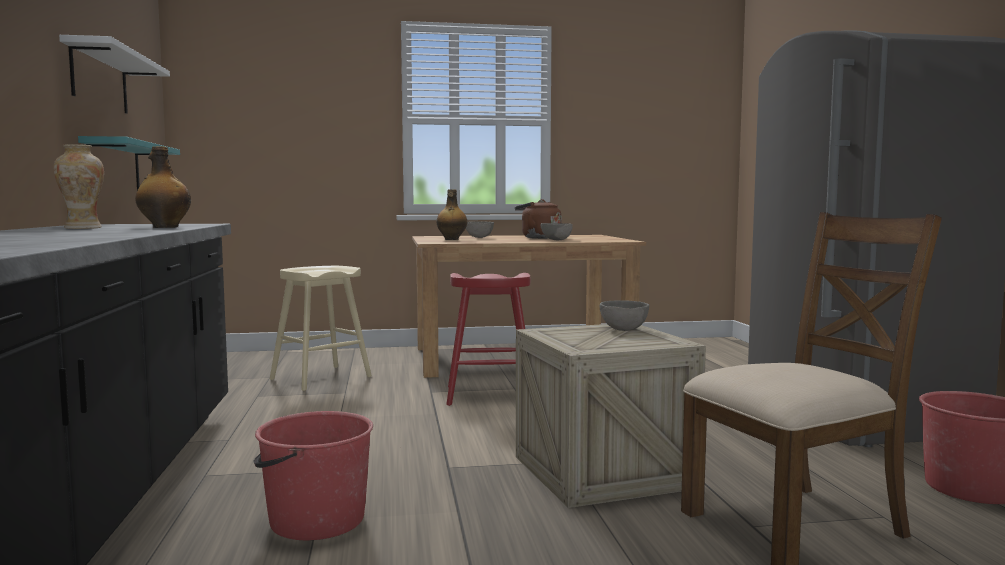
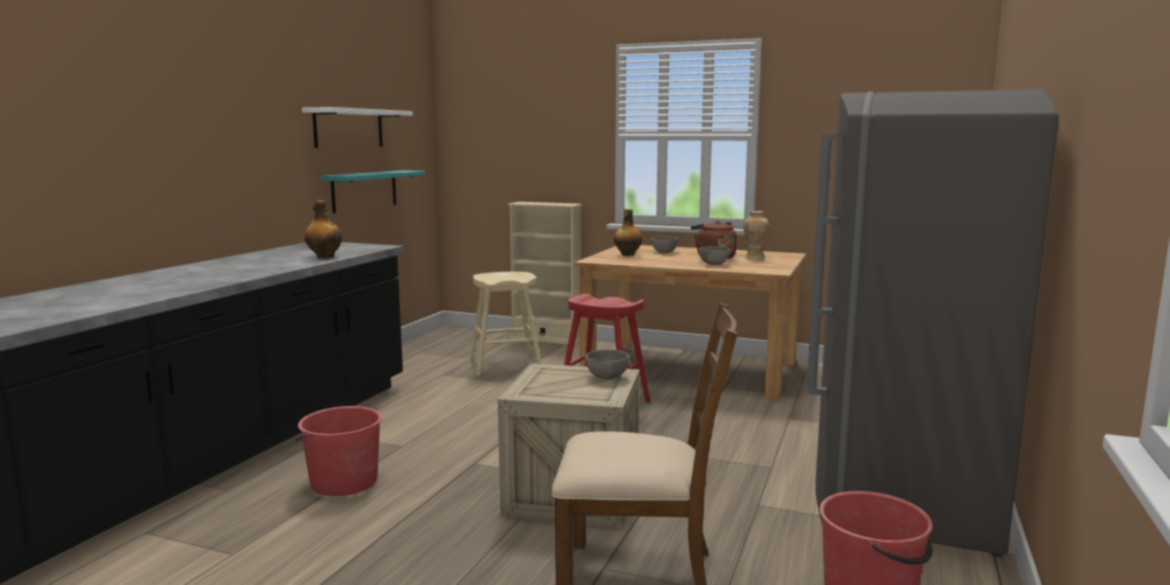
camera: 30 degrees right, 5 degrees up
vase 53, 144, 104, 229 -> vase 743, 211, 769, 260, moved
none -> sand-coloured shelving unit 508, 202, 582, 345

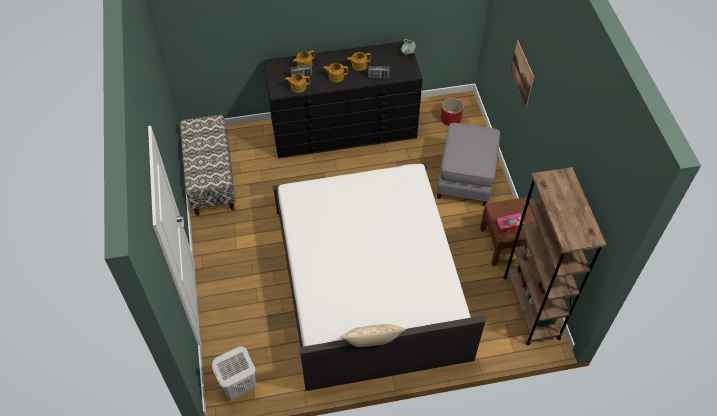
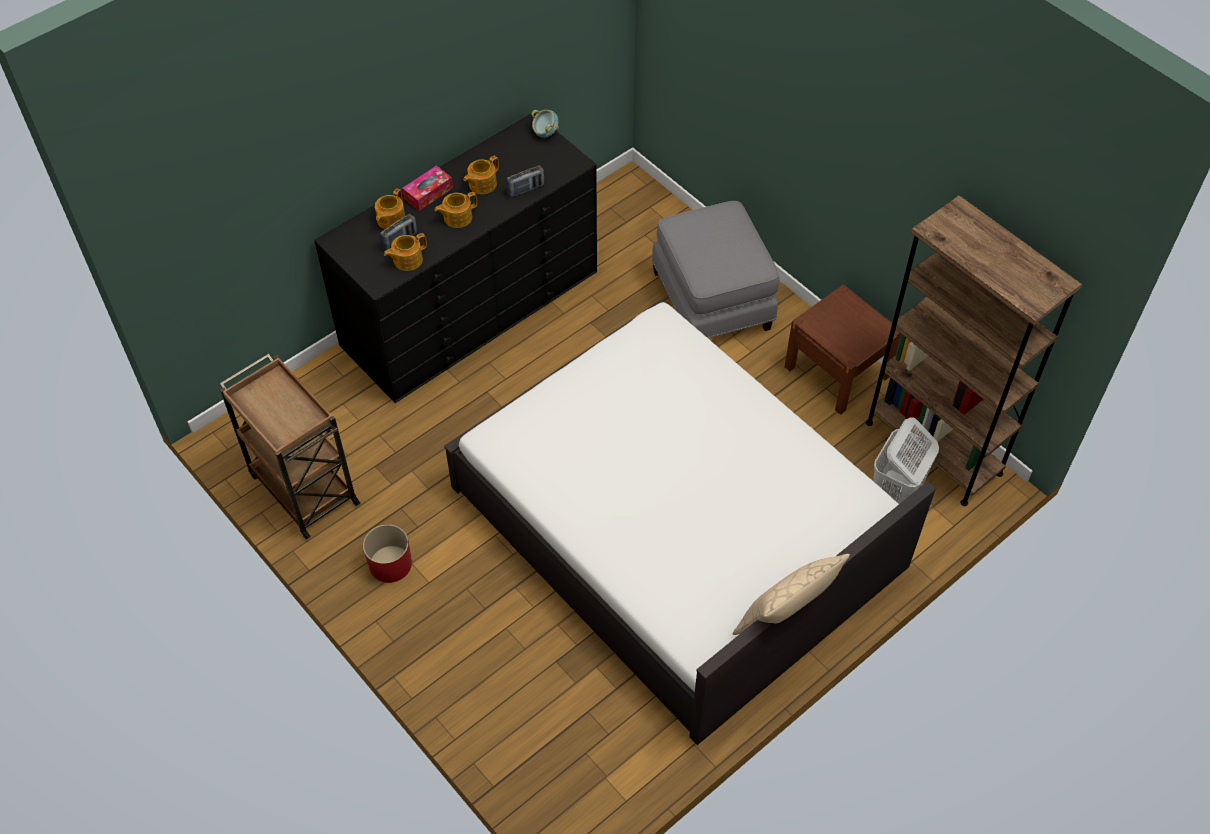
camera: 30 degrees left, 0 degrees up
indoor bench 180, 115, 236, 216 -> brownish cart 220, 354, 361, 539
white washing basket 212, 346, 256, 400 -> white washing basket 873, 418, 939, 504, moved
red plant pot 441, 98, 464, 126 -> red plant pot 363, 524, 412, 583, moved
tissue box 495, 213, 526, 234 -> tissue box 402, 165, 453, 211, moved
wall picture 511, 40, 534, 107 -> none

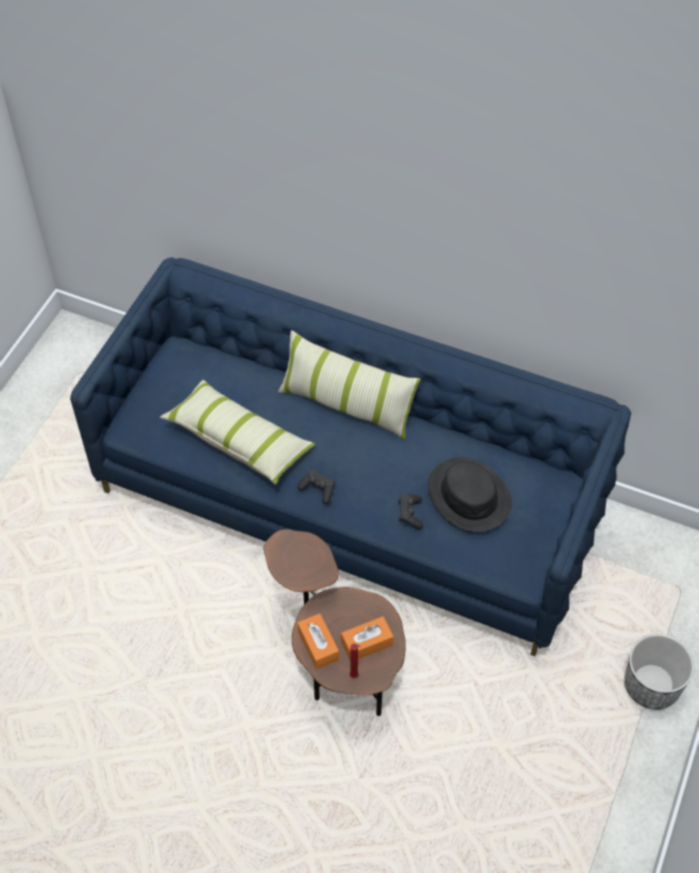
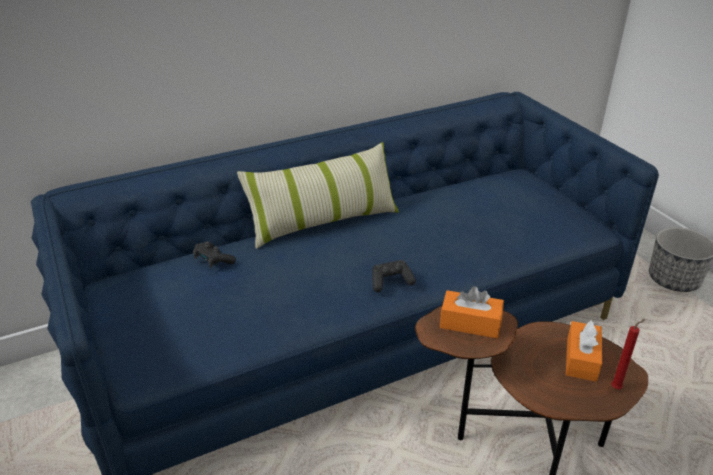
camera: 50 degrees left, 20 degrees down
pillow 160, 380, 315, 485 -> none
orange-coloured tissue box 298, 613, 339, 669 -> orange-coloured tissue box 440, 286, 504, 338, moved
black-coloured gamepad 398, 494, 423, 529 -> black-coloured gamepad 193, 241, 236, 268, moved
black-coloured clothing hat 428, 457, 512, 532 -> none

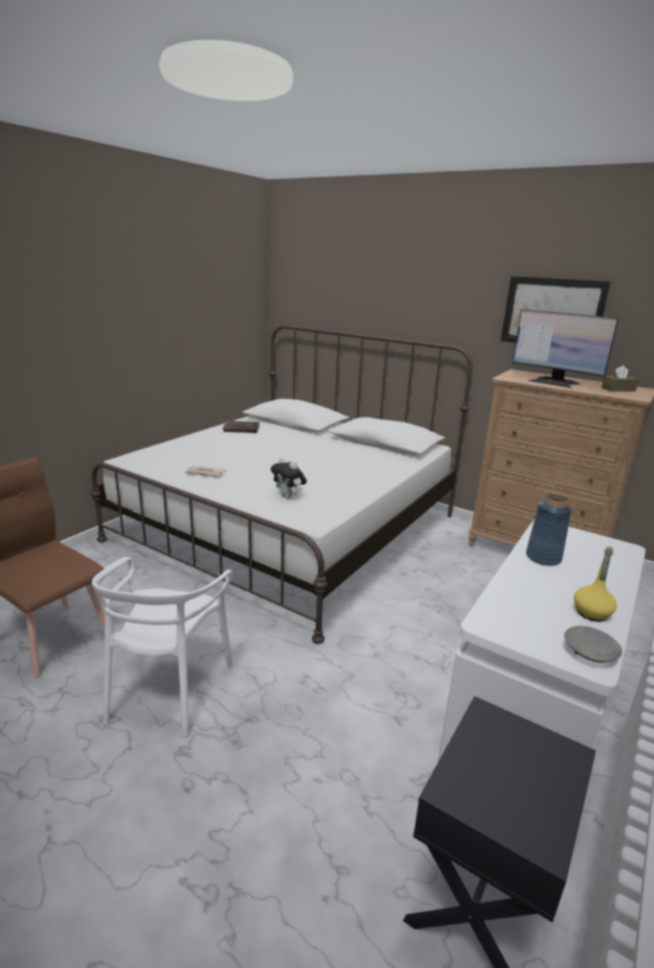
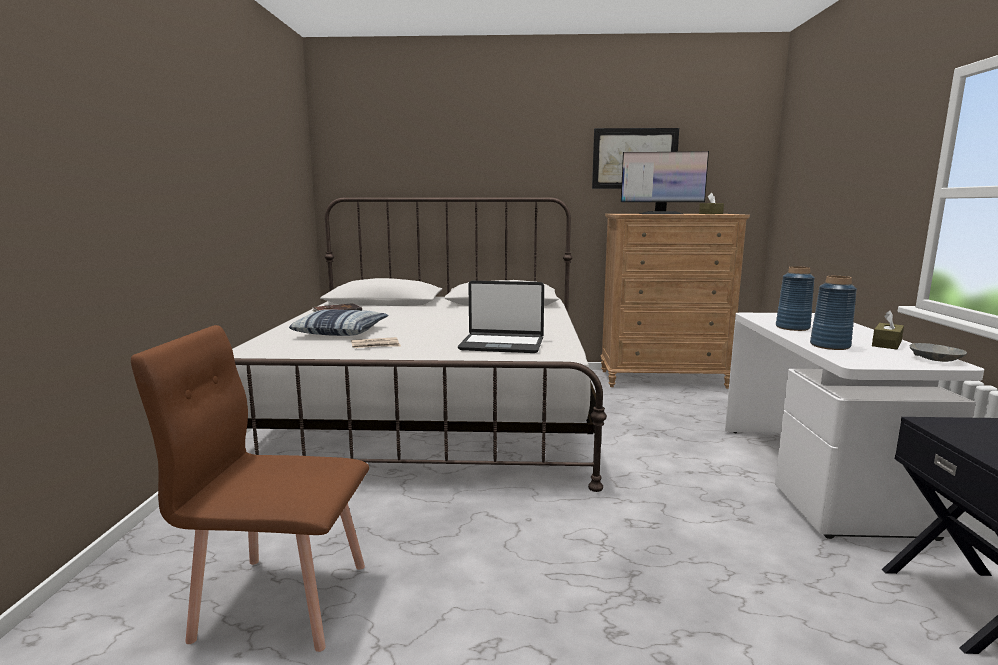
camera: 30 degrees left, 10 degrees down
white plain chair 92, 557, 233, 738 -> none
soft toy 271, 457, 307, 499 -> notebook computer 458, 281, 544, 353
yellow-coloured drink bottle 574, 547, 617, 622 -> brownish tissue box 872, 310, 904, 350
none -> pillow 289, 309, 388, 336
none -> bluish vase 810, 276, 857, 350

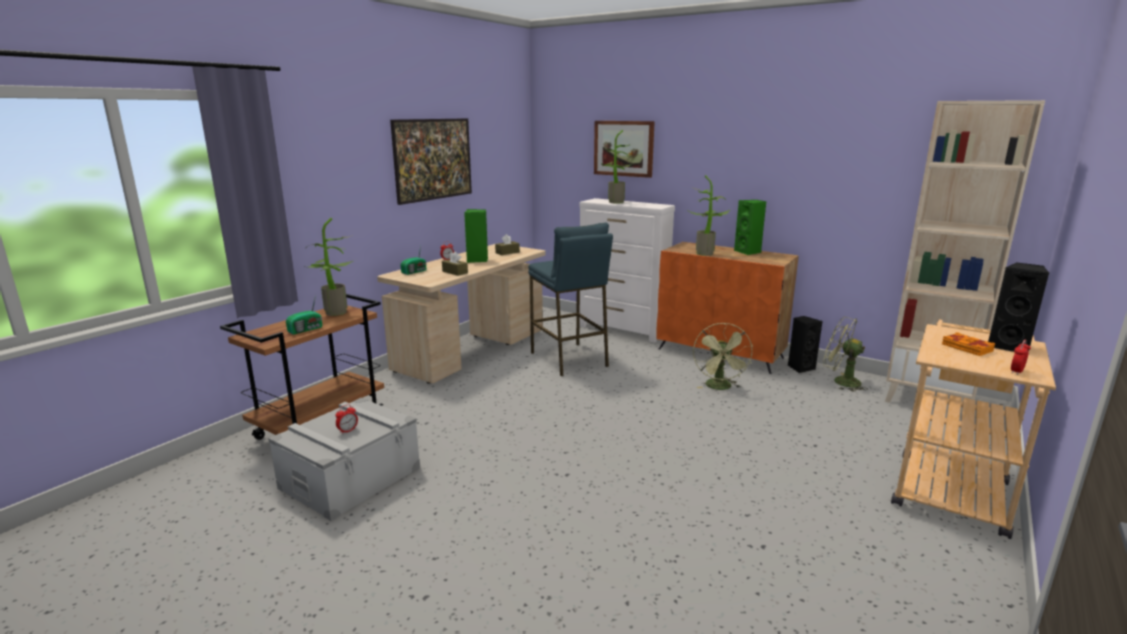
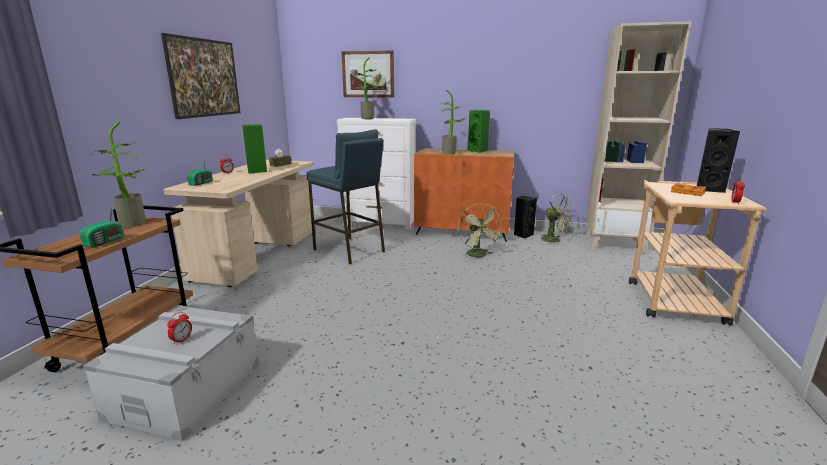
camera: 20 degrees left, 0 degrees up
brownish tissue box 442, 252, 468, 276 -> none
green cooling fan 823, 317, 868, 391 -> green cooling fan 539, 193, 575, 245, 150 degrees counterclockwise

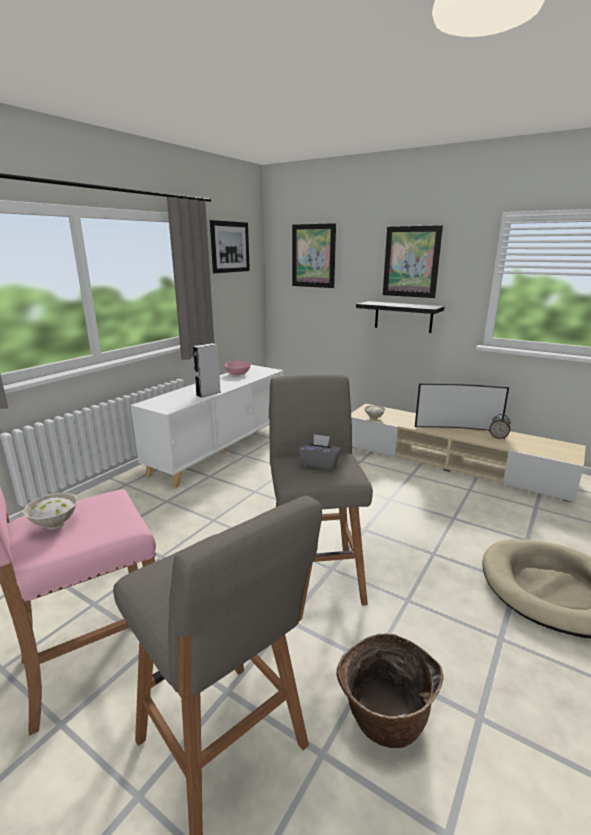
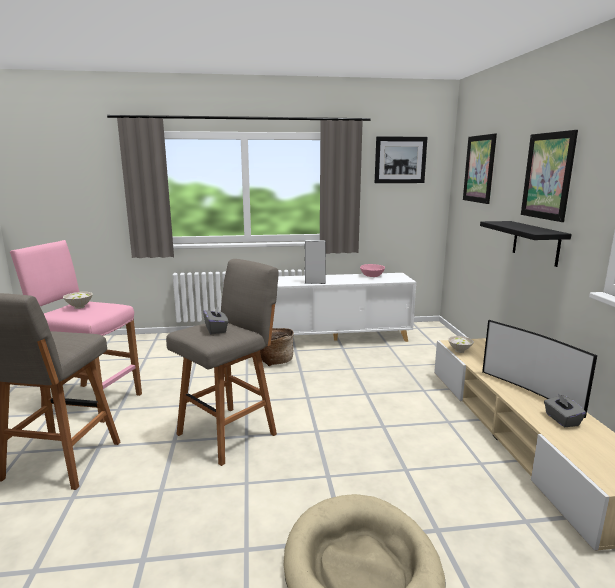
camera: 50 degrees right, 5 degrees down
household basket 336, 634, 444, 748 -> household basket 260, 328, 294, 366, moved
bedside clock 490, 414, 511, 439 -> greyish tissue box 544, 393, 586, 427

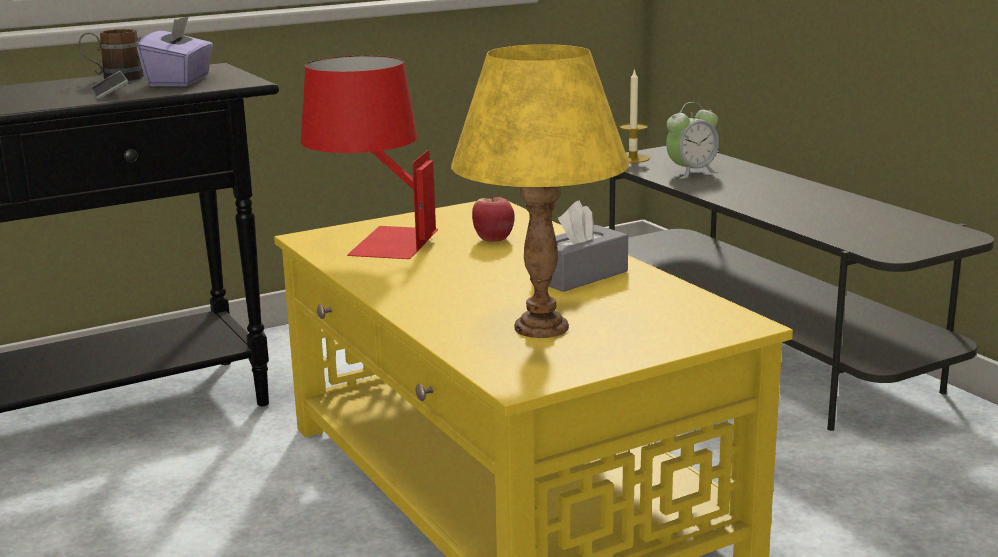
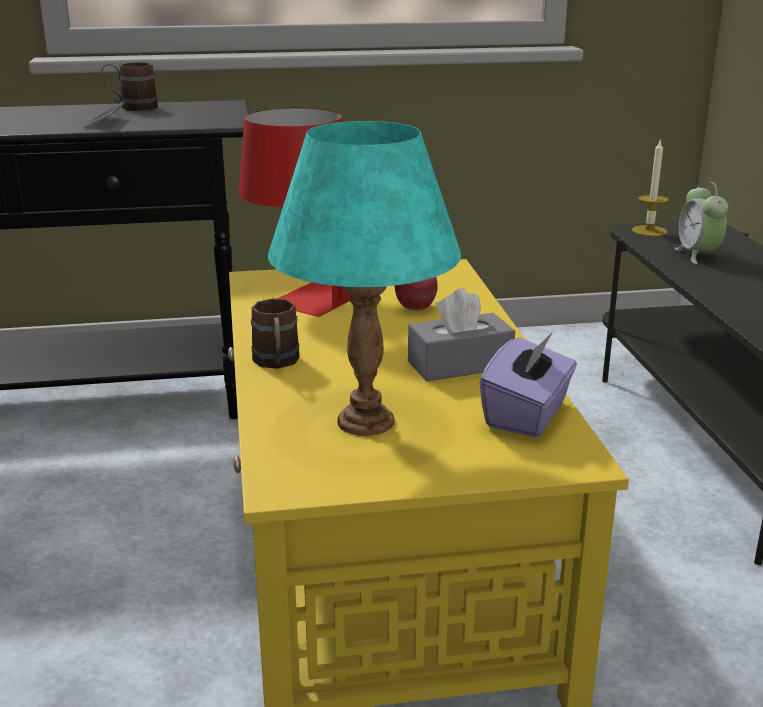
camera: 20 degrees right, 5 degrees up
purplish tissue box 137, 16, 213, 86 -> purplish tissue box 480, 332, 577, 437, moved
yellow-coloured lamp for a table 451, 44, 629, 338 -> turquoise lamp for a table 268, 121, 461, 436
bedside clock 666, 102, 719, 179 -> bedside clock 674, 182, 729, 264, 90 degrees clockwise
none -> brownish mug 251, 298, 300, 369

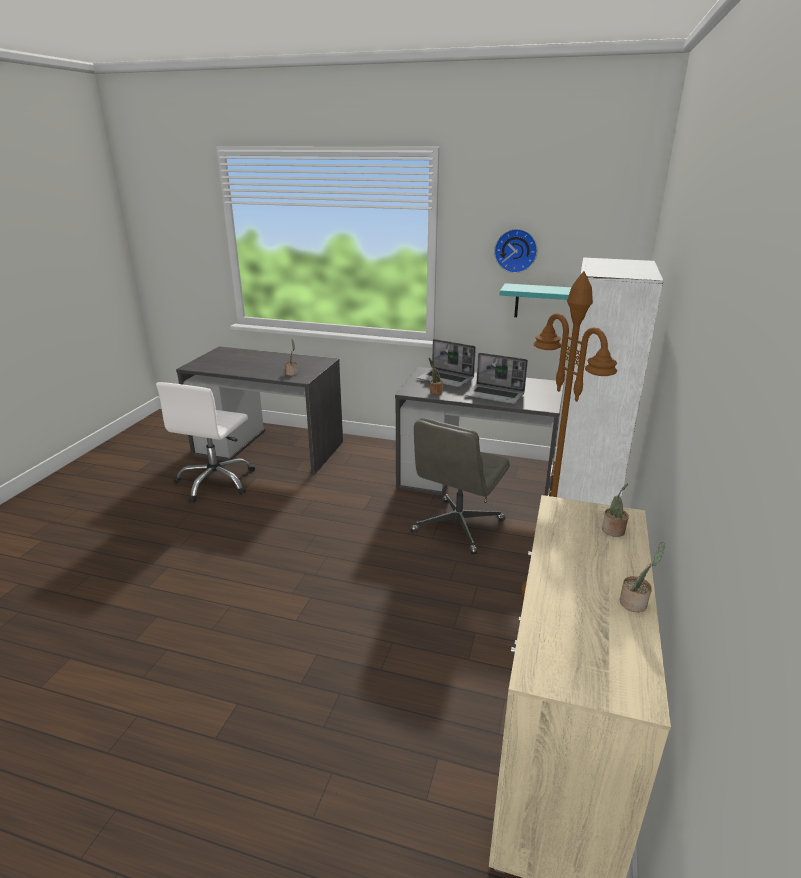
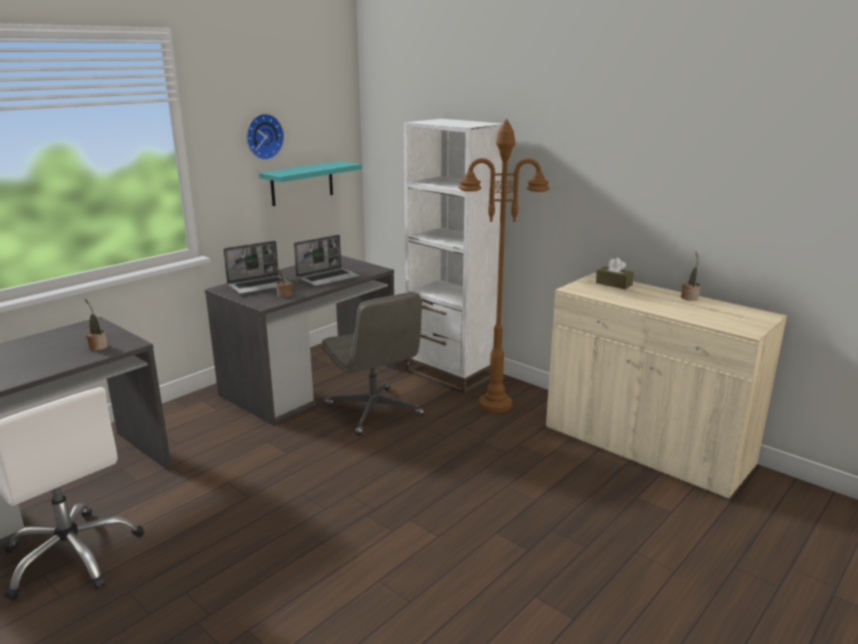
camera: 65 degrees left, 5 degrees down
houseplant 602, 483, 629, 537 -> brownish tissue box 596, 258, 634, 289

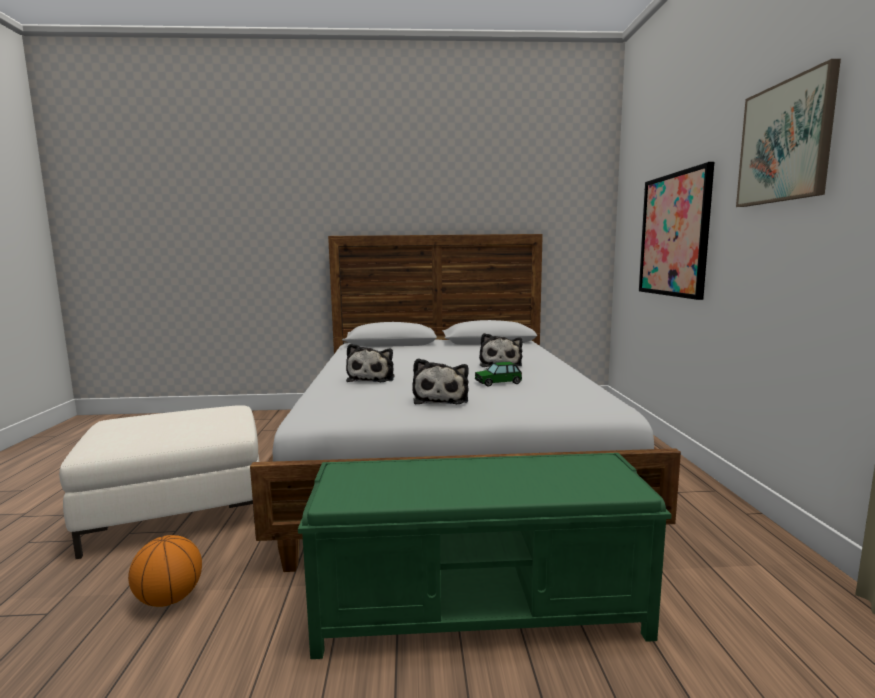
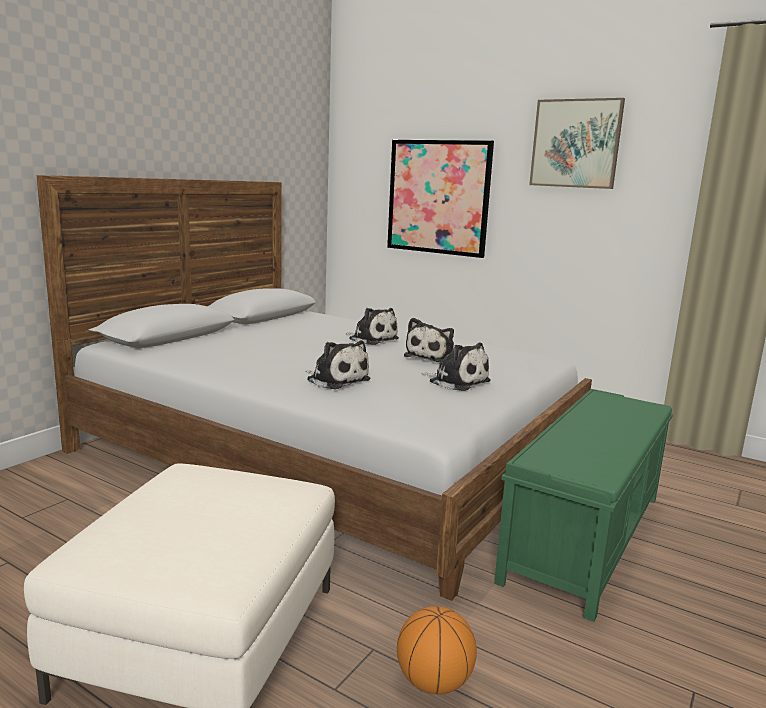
camera: 55 degrees left, 5 degrees up
model car 475, 362, 522, 387 -> soft toy 404, 318, 454, 362

